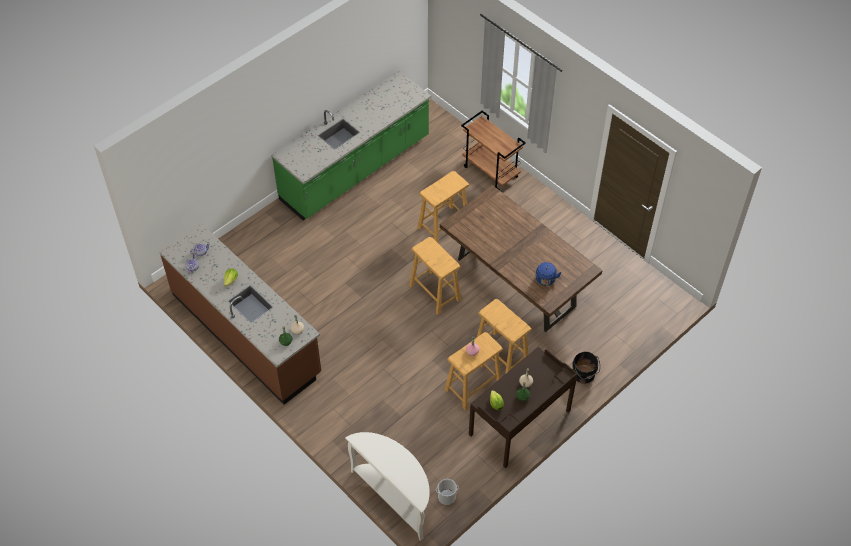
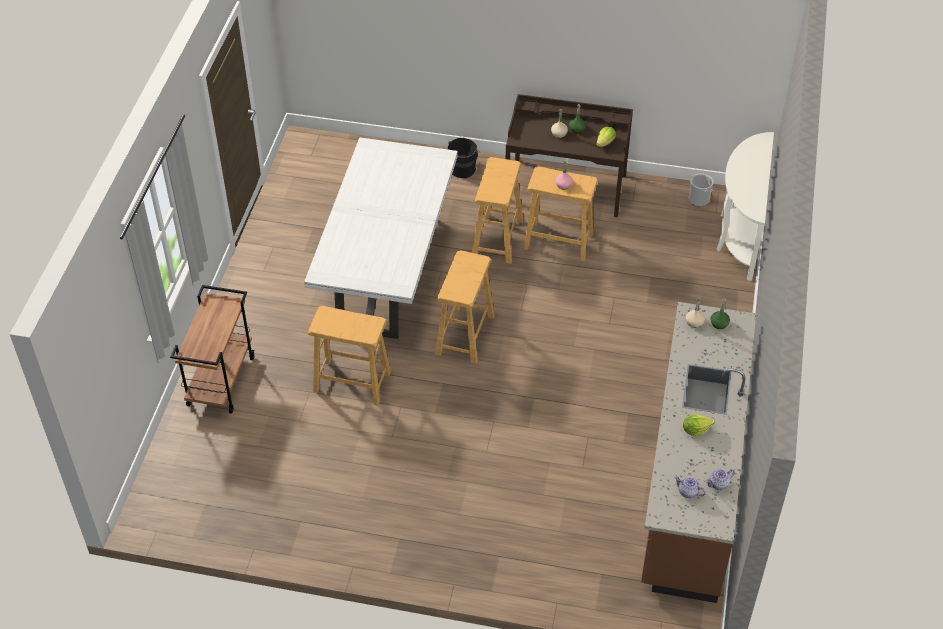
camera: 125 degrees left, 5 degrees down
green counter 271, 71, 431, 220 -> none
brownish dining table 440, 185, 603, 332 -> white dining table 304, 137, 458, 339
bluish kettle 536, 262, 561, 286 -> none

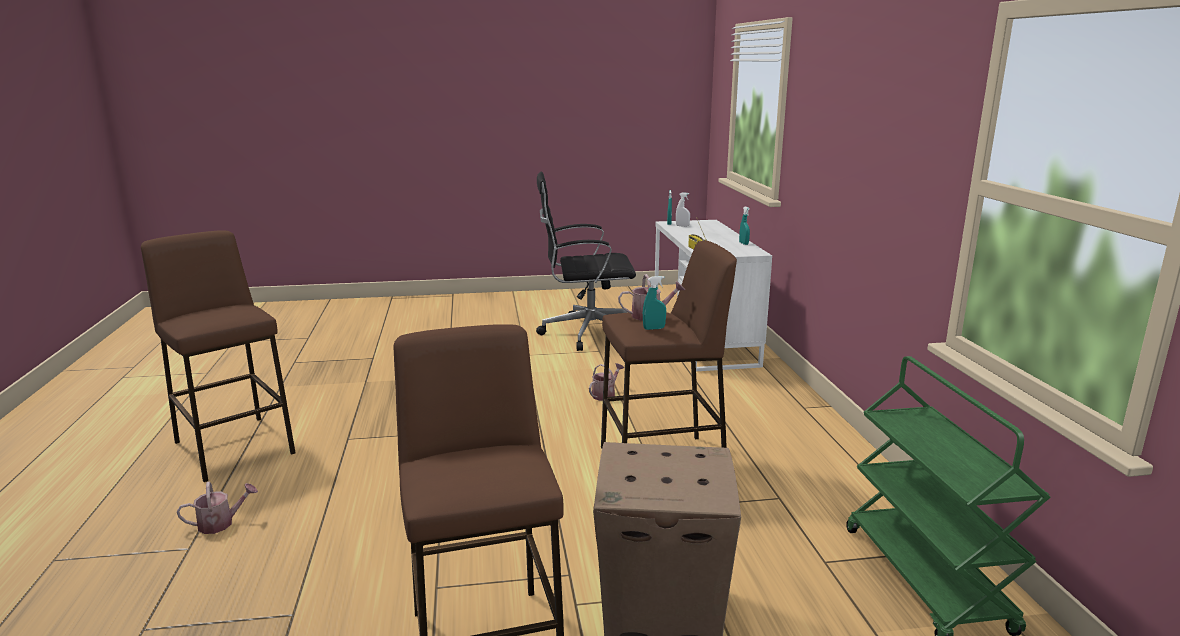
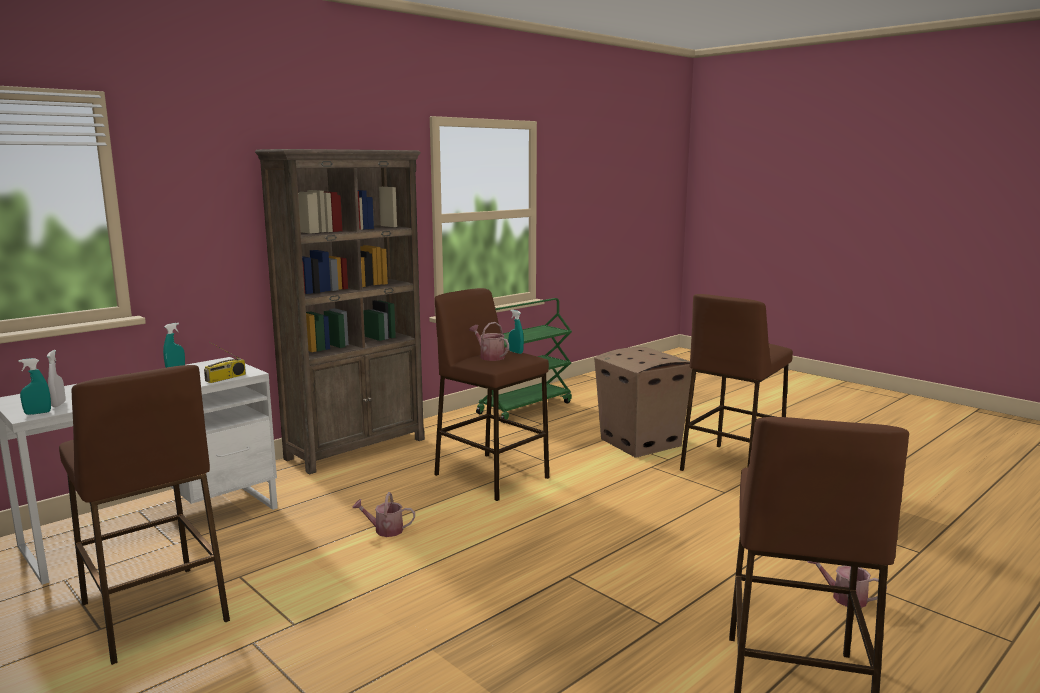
camera: 125 degrees left, 5 degrees down
black-coloured computer chair 536, 172, 636, 351 -> brownish stool 59, 365, 230, 665
none -> brownish shelving unit 255, 149, 425, 474

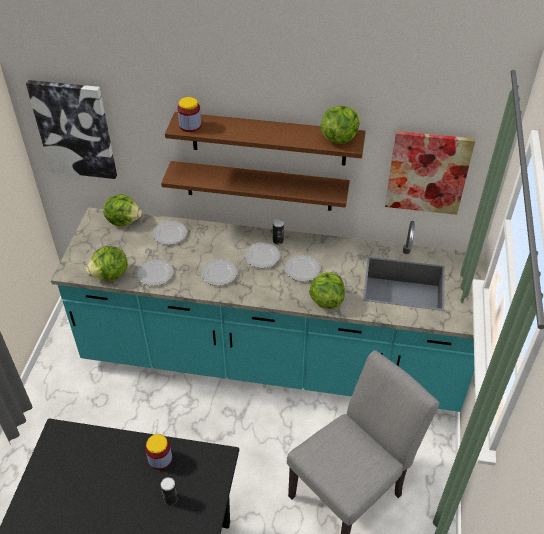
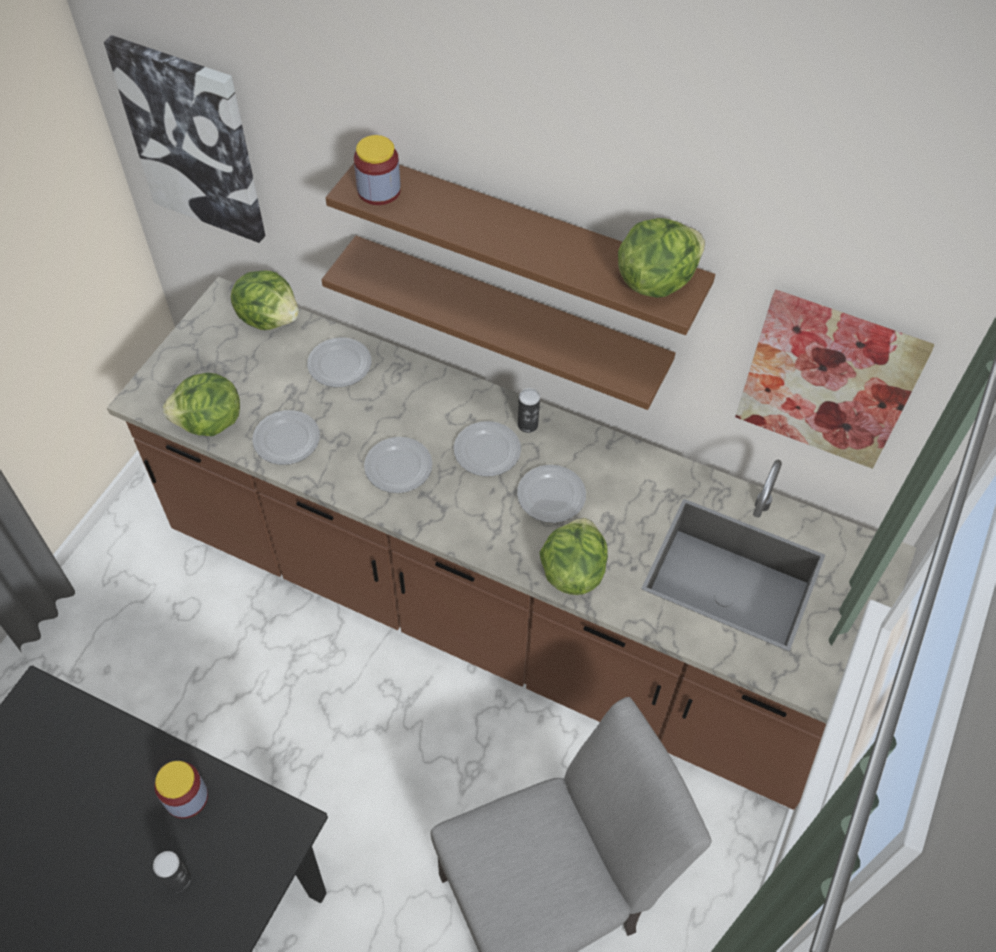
camera: 15 degrees right, 10 degrees up
turquoise counter 51, 207, 486, 412 -> brownish counter 107, 277, 916, 810

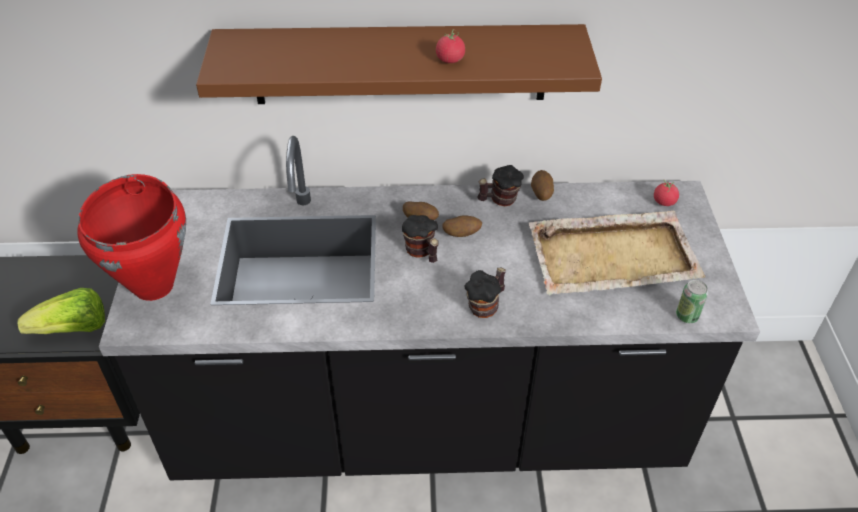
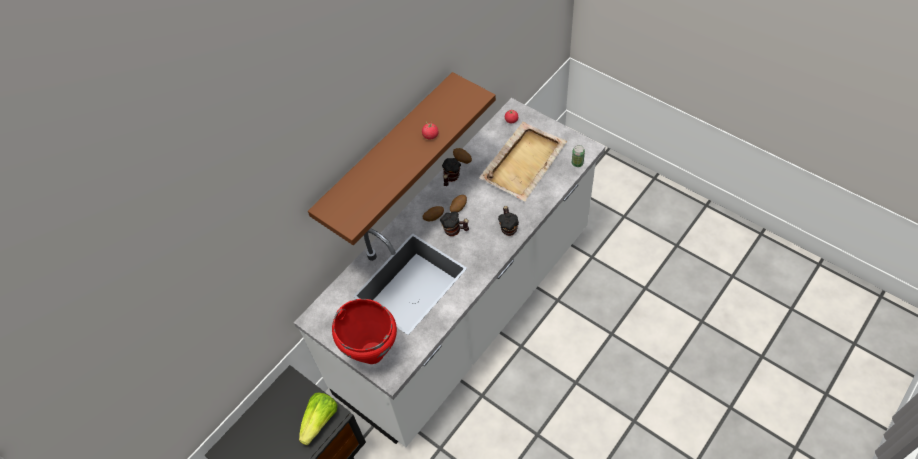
camera: 45 degrees left, 10 degrees up
black-coloured counter 99, 136, 760, 480 -> white counter 294, 98, 606, 447

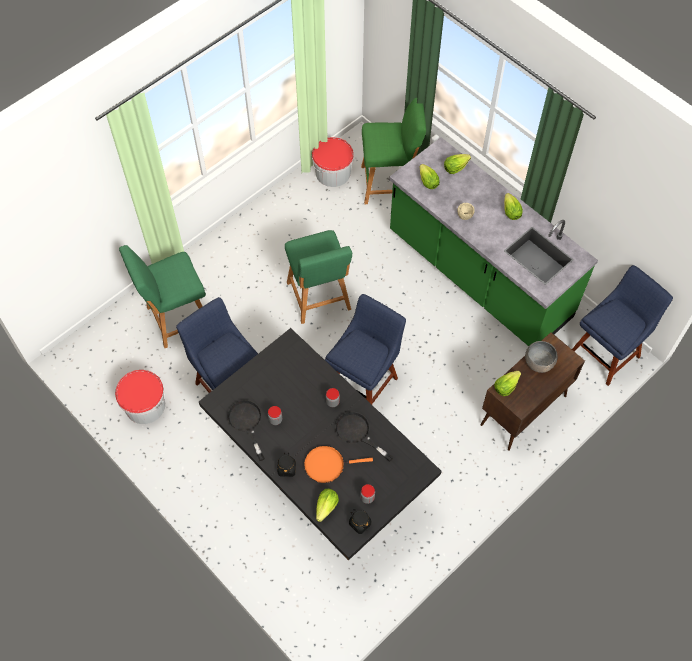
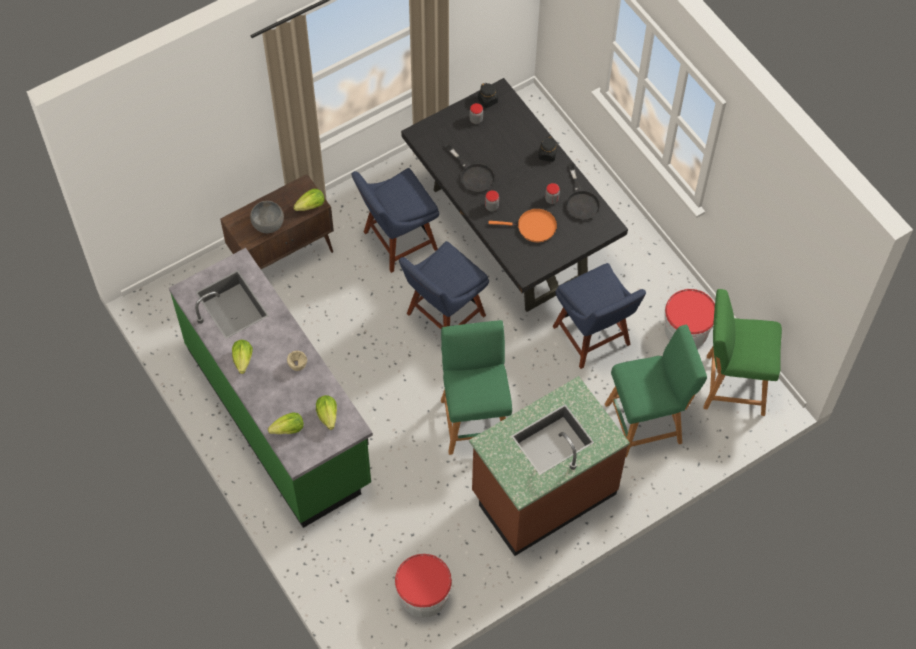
camera: 170 degrees left, 0 degrees up
orange-coloured pan 304, 446, 373, 483 -> orange-coloured pan 489, 208, 557, 242, moved
lettuce 316, 489, 339, 522 -> none
green stool 361, 98, 426, 204 -> green stool 704, 289, 782, 416, moved
bluish plain chair 572, 265, 673, 386 -> bluish plain chair 351, 168, 440, 273, moved
none -> brownish counter 469, 376, 630, 556

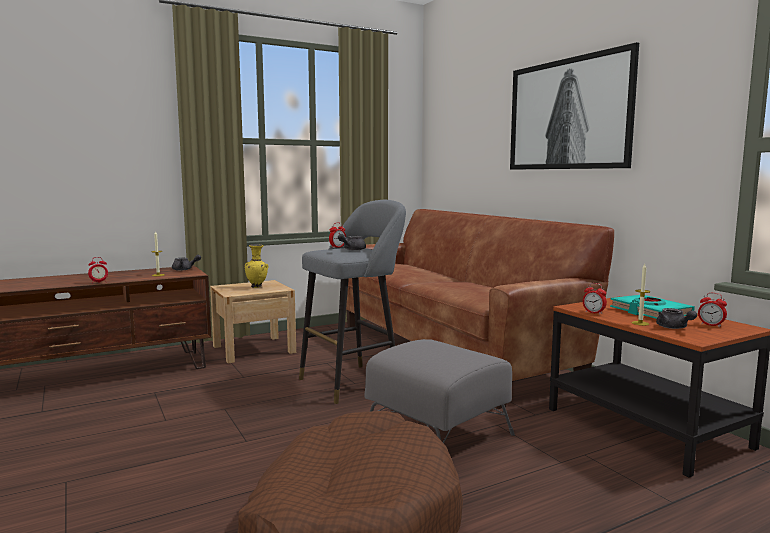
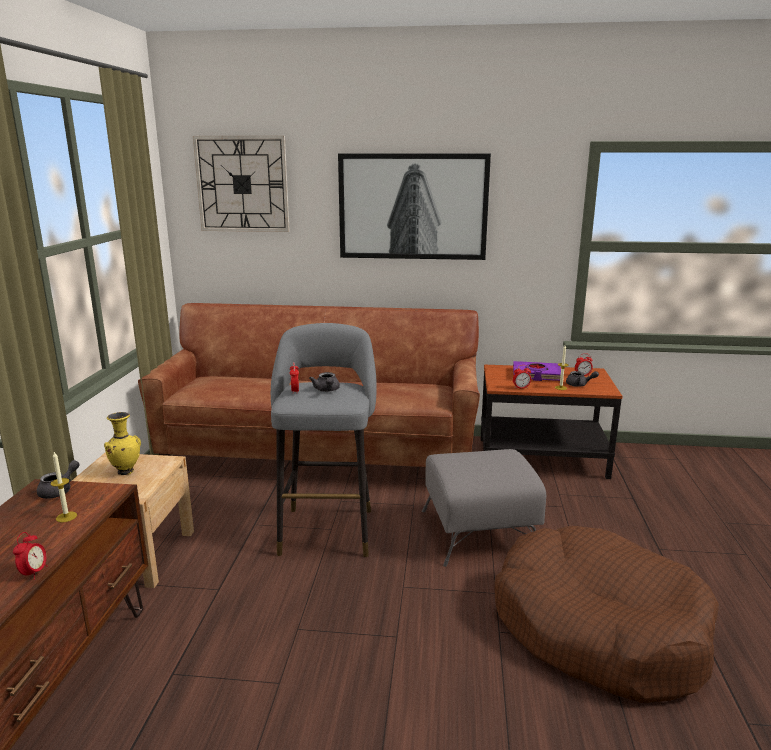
camera: 55 degrees left, 10 degrees up
turquoise bound book 610, 295, 695, 319 -> purplish bound book 513, 361, 561, 381
none -> wall clock 193, 136, 290, 232

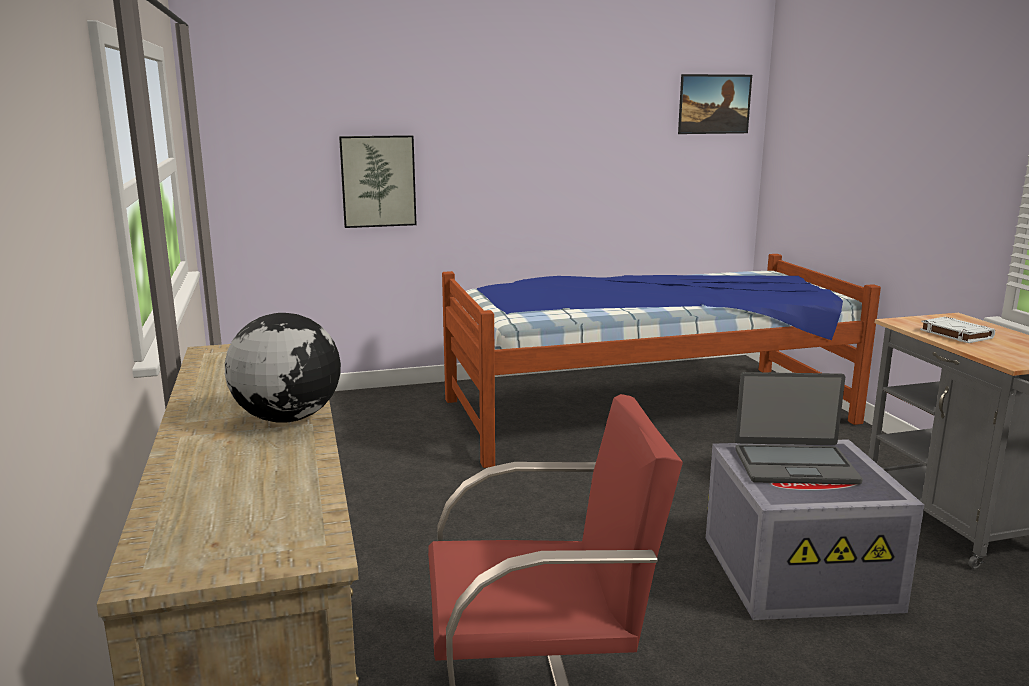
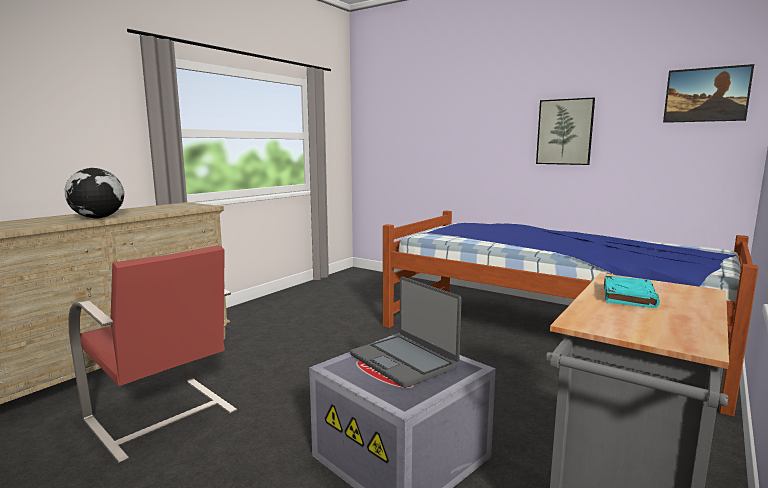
camera: 50 degrees right, 5 degrees down
wall picture 339, 135, 416, 228 -> wall picture 536, 97, 595, 165, moved
white bound book 920, 317, 995, 343 -> turquoise bound book 604, 276, 660, 308

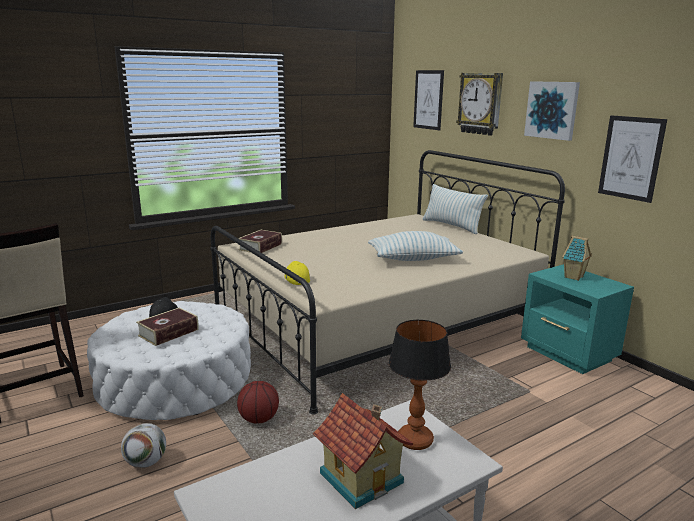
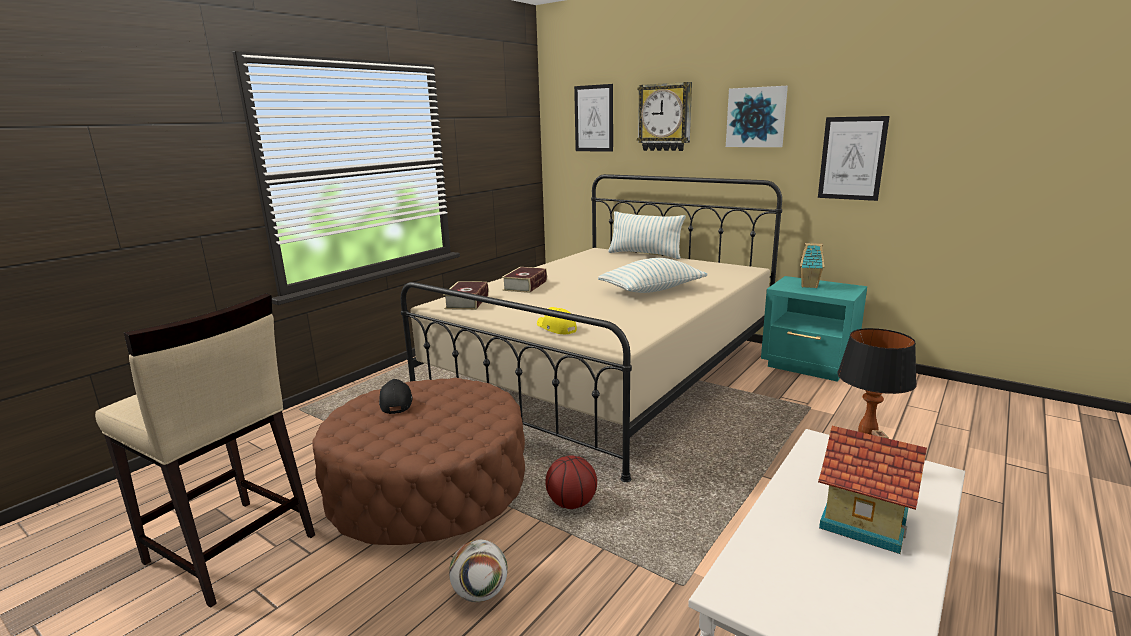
camera: 20 degrees left, 0 degrees up
white pouffe 87, 301, 251, 420 -> brownish pouffe 312, 378, 525, 545
bound book 136, 307, 199, 346 -> bound book 502, 267, 547, 293, moved

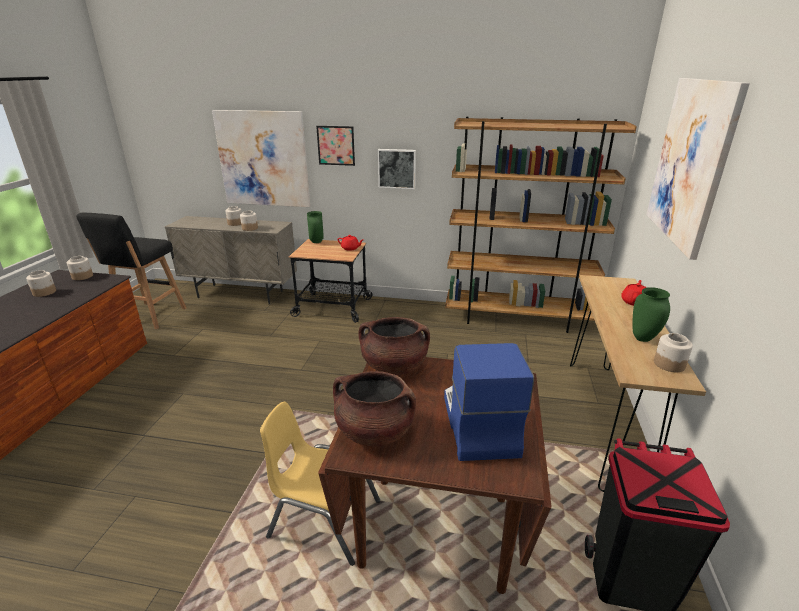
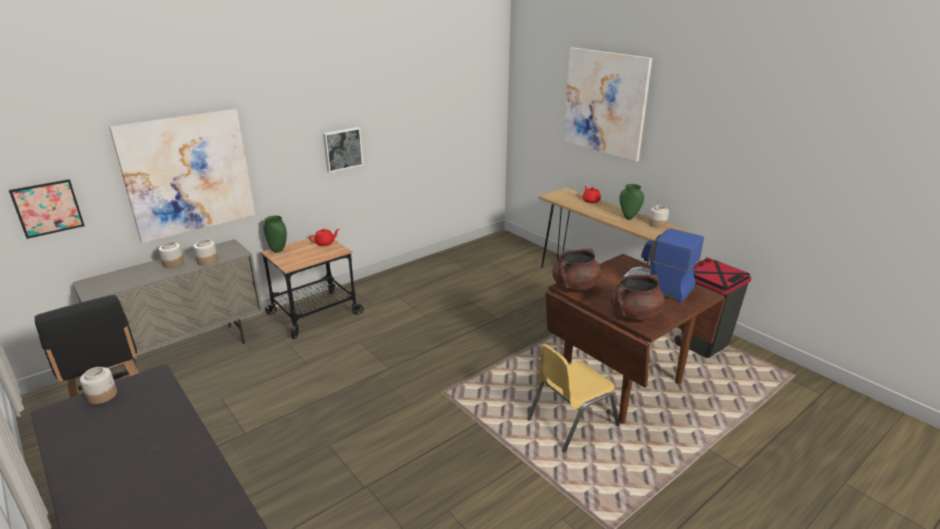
camera: 50 degrees left, 0 degrees up
preserve jar 26, 270, 56, 297 -> none
wall picture 316, 126, 355, 166 -> wall picture 9, 179, 85, 239, moved
brownish shelving unit 445, 117, 637, 333 -> none

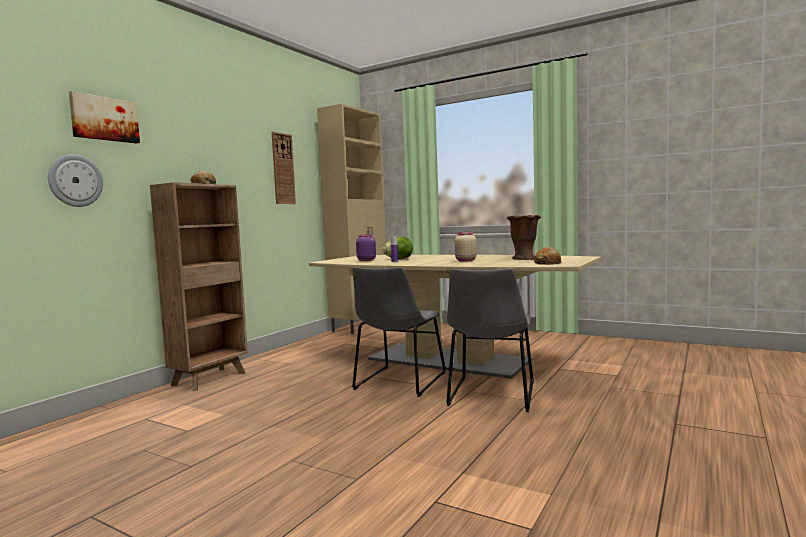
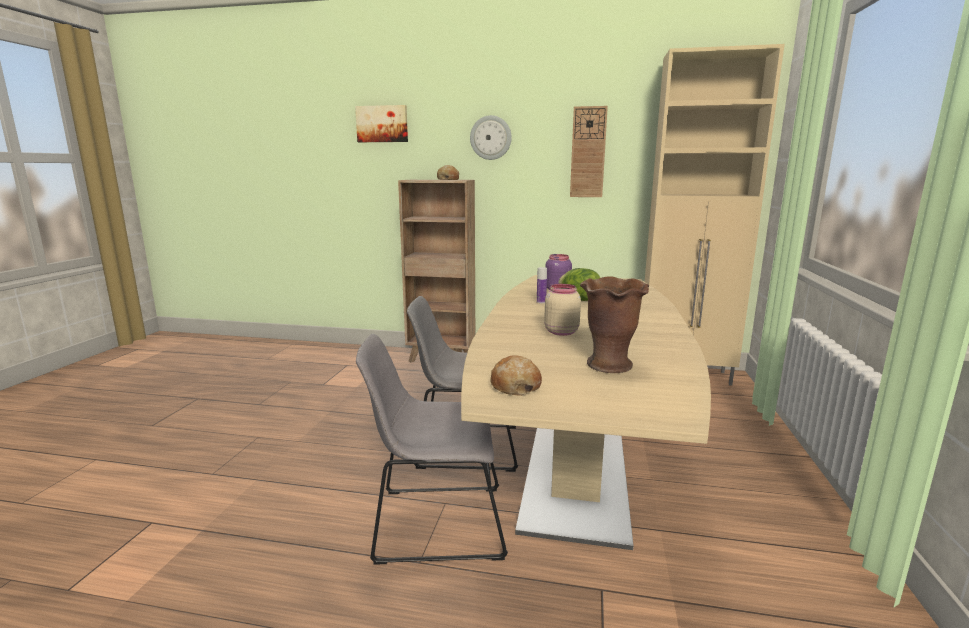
camera: 70 degrees right, 10 degrees up
wall clock 48, 154, 103, 207 -> wall clock 470, 115, 512, 160, moved

